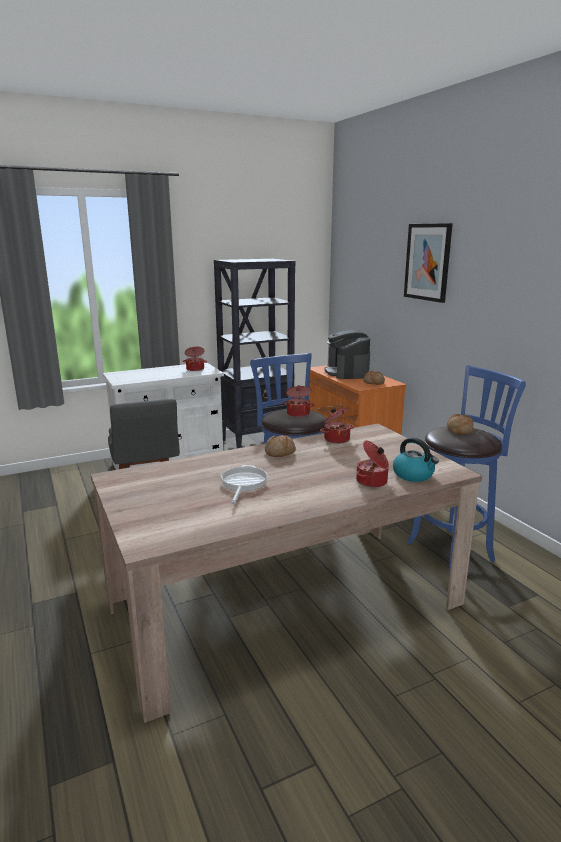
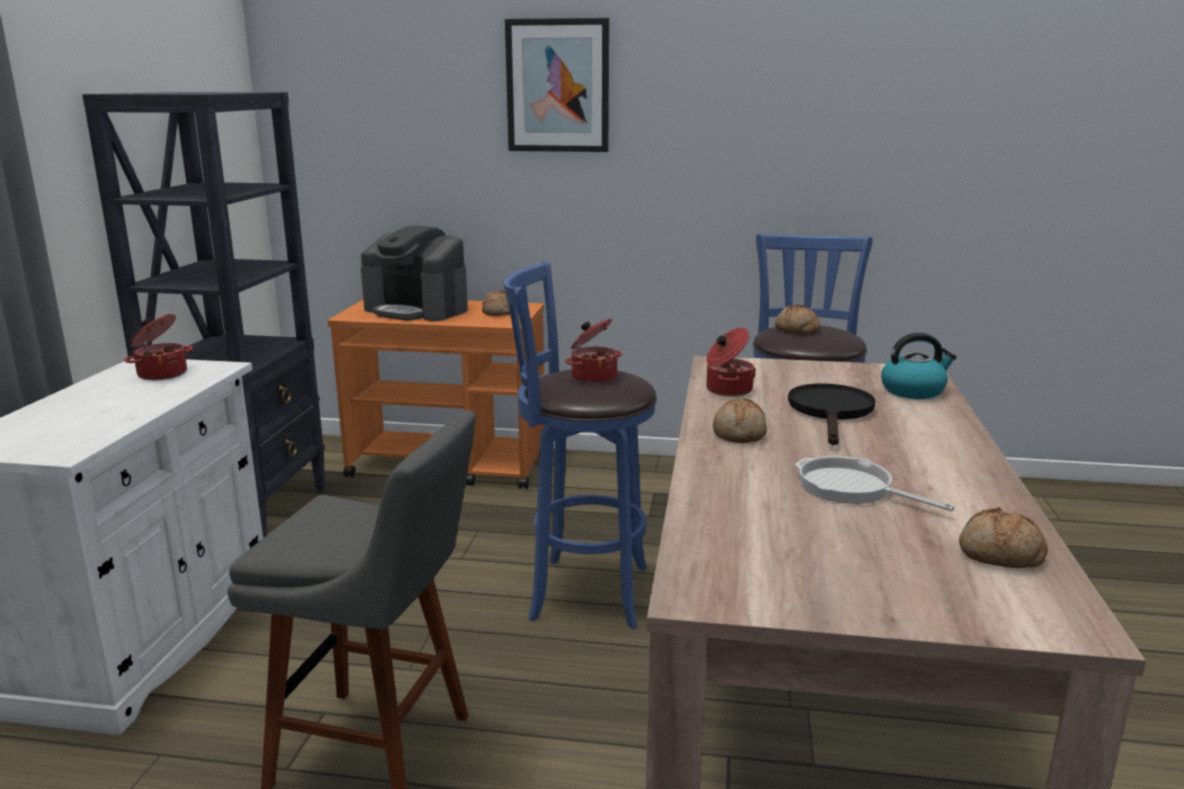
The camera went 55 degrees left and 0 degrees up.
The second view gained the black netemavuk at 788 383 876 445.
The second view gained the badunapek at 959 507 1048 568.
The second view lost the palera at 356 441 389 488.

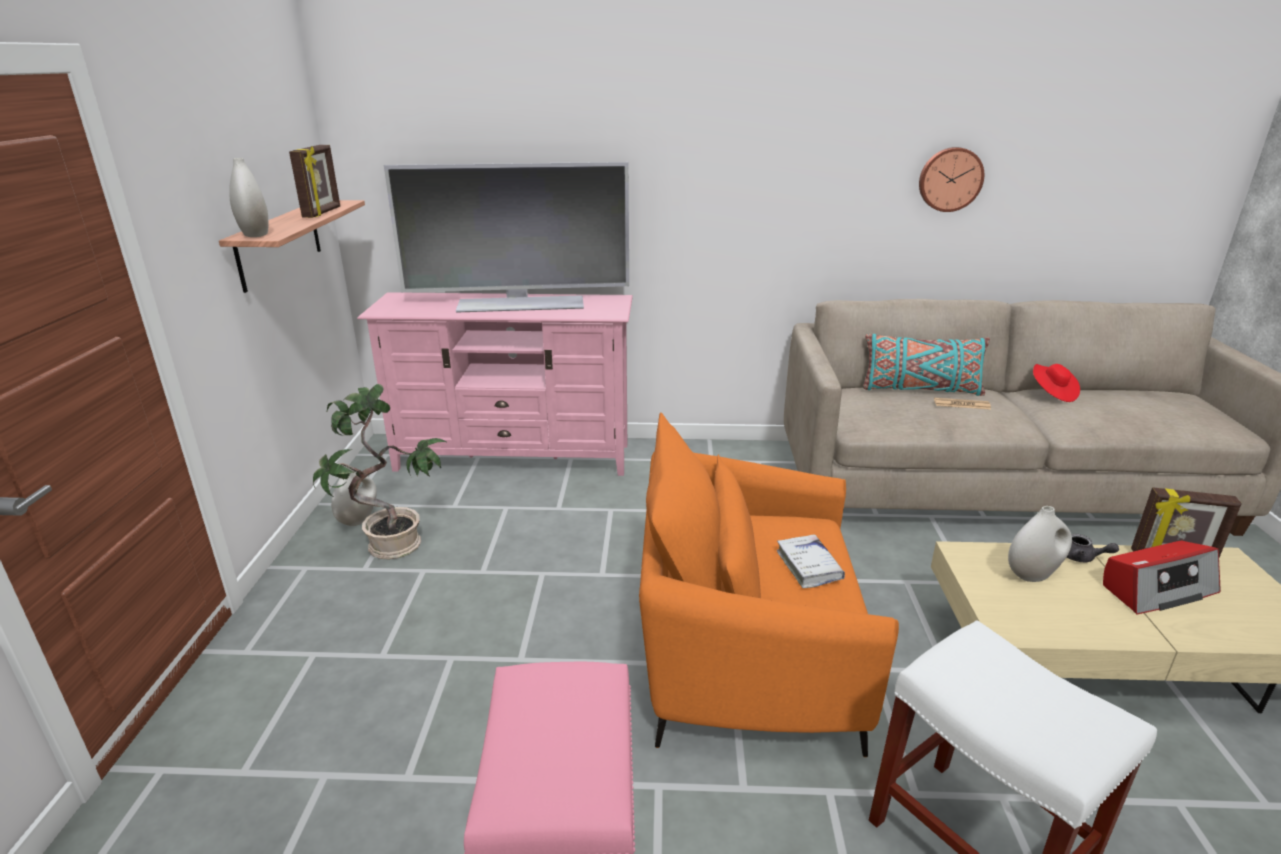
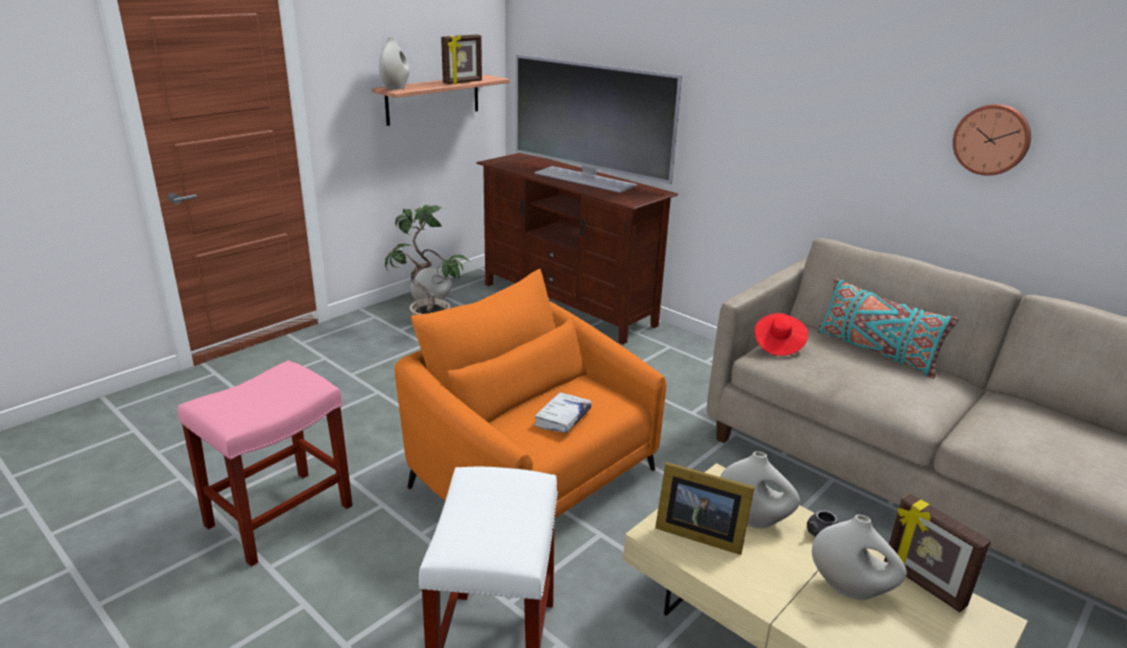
The camera went 40 degrees right and 0 degrees up.
What was the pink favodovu at 357 292 633 476 turned into the brown favodovu at 476 153 679 344.
The second view gained the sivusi at 655 462 755 555.
The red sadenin ended up elsewhere, having gone from 1033 364 1080 402 to 754 313 808 356.
Where the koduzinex stood at 1103 540 1221 614, the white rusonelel came to stand at 812 515 907 600.
The second view lost the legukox at 934 398 991 410.

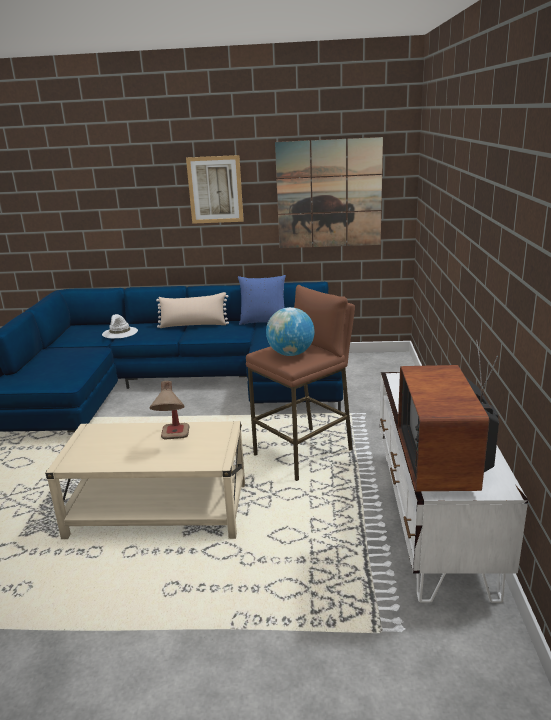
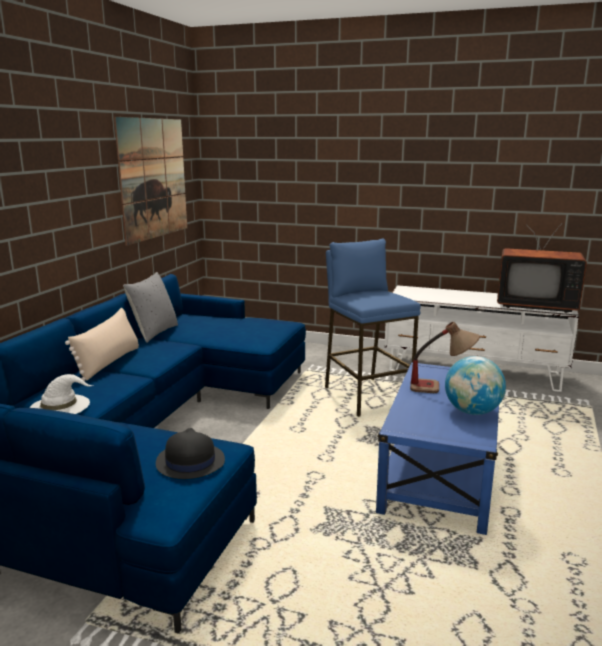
The camera went 75 degrees left and 5 degrees down.
What was the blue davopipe at 238 275 286 325 turned into the grey davopipe at 123 272 178 343.
The second view gained the black sadenin at 156 428 225 479.
What was the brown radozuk at 246 285 355 481 turned into the blue radozuk at 325 238 421 417.
What was the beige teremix at 45 421 245 539 turned into the blue teremix at 376 362 499 535.
The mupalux ended up elsewhere, having gone from 266 307 315 356 to 445 356 506 415.
The second view lost the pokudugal at 186 155 244 224.

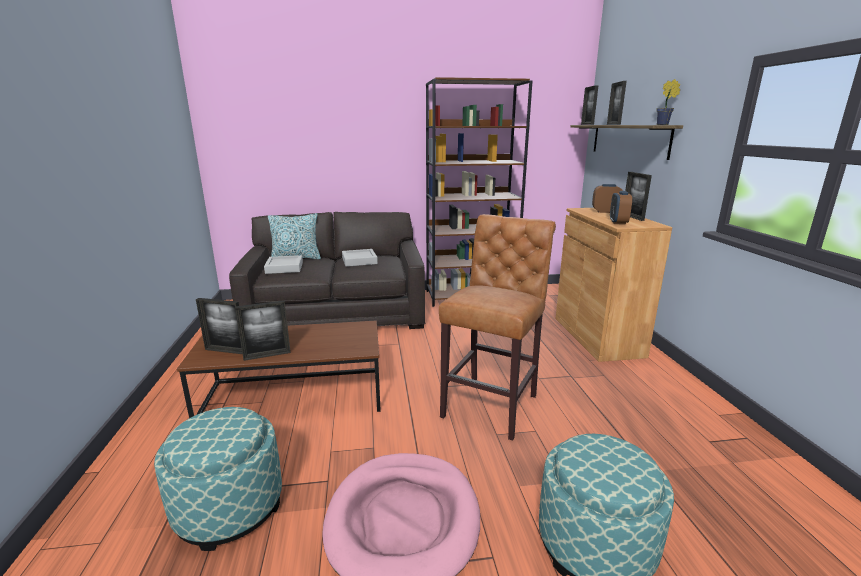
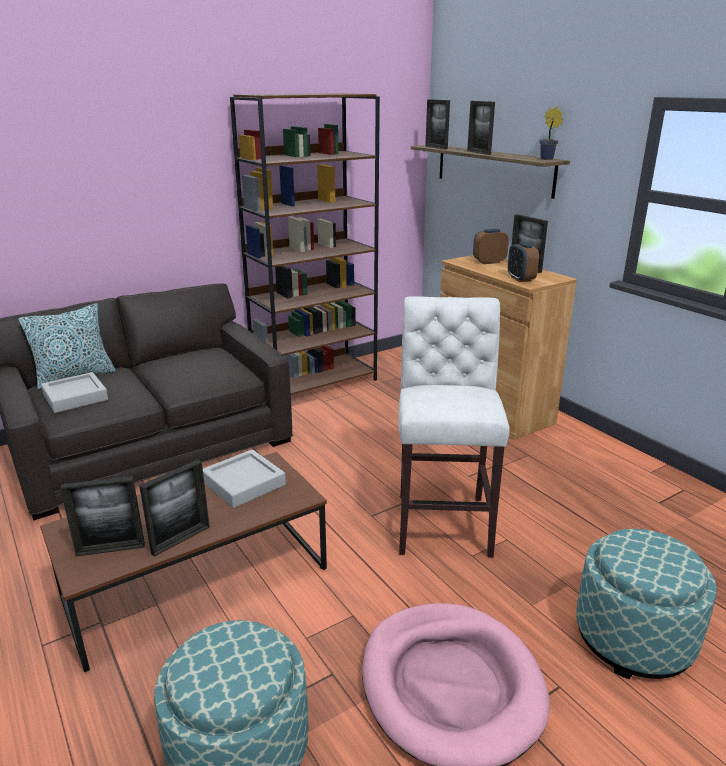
The camera went 25 degrees left and 5 degrees up.
The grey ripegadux ended up elsewhere, having gone from 342 249 378 267 to 203 449 286 508.
What was the brown radozuk at 439 214 556 441 turned into the white radozuk at 398 296 510 558.

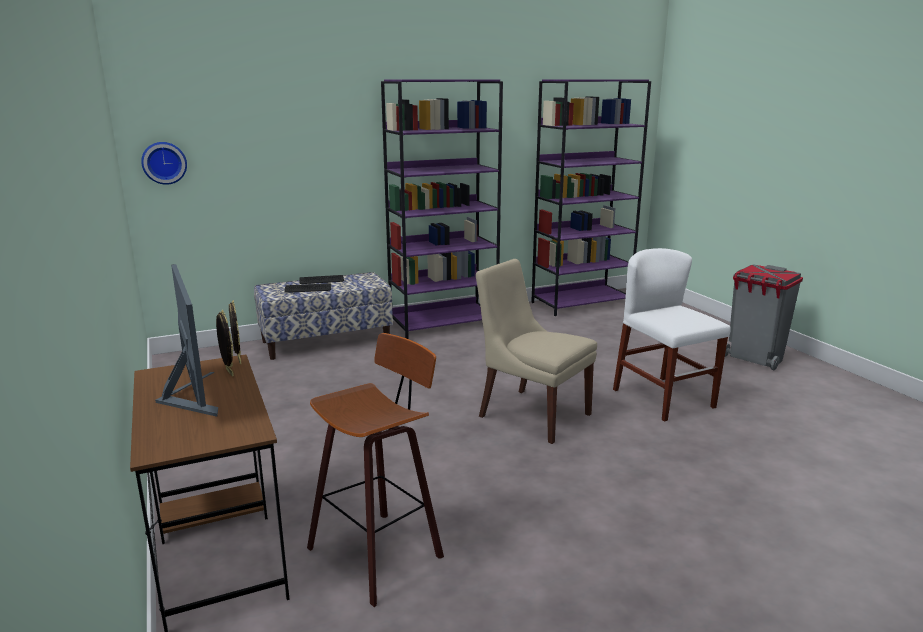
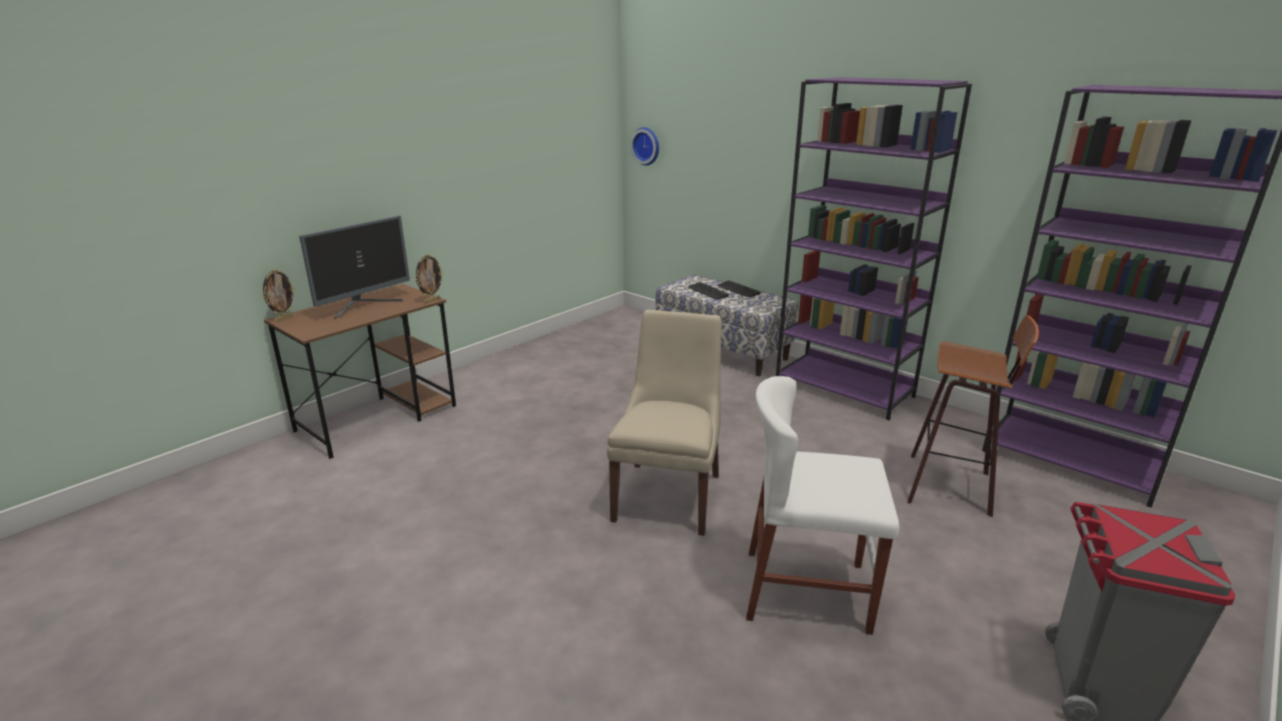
The camera went 65 degrees right and 5 degrees up.
The sivusi ended up elsewhere, having gone from 216 310 234 377 to 263 269 295 322.
The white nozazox at 613 248 731 422 ended up facing another way, 120 degrees counterclockwise from before.
The radozuk ended up elsewhere, having gone from 307 333 444 607 to 908 315 1039 517.

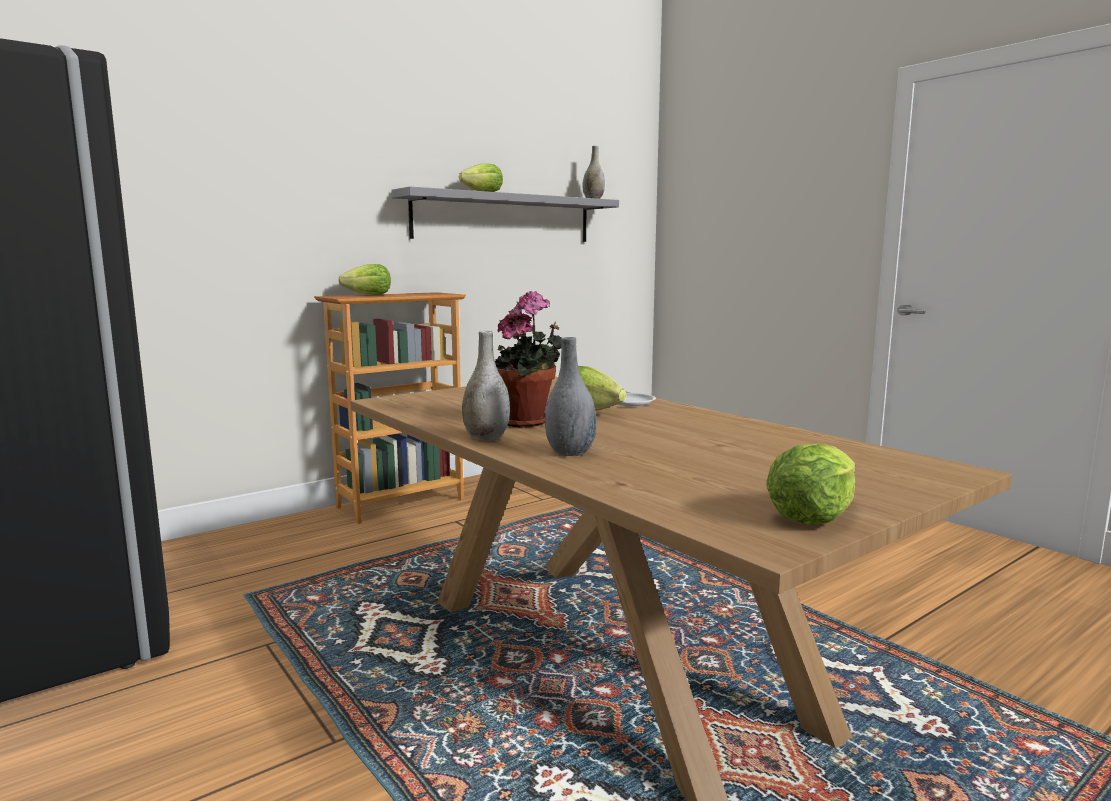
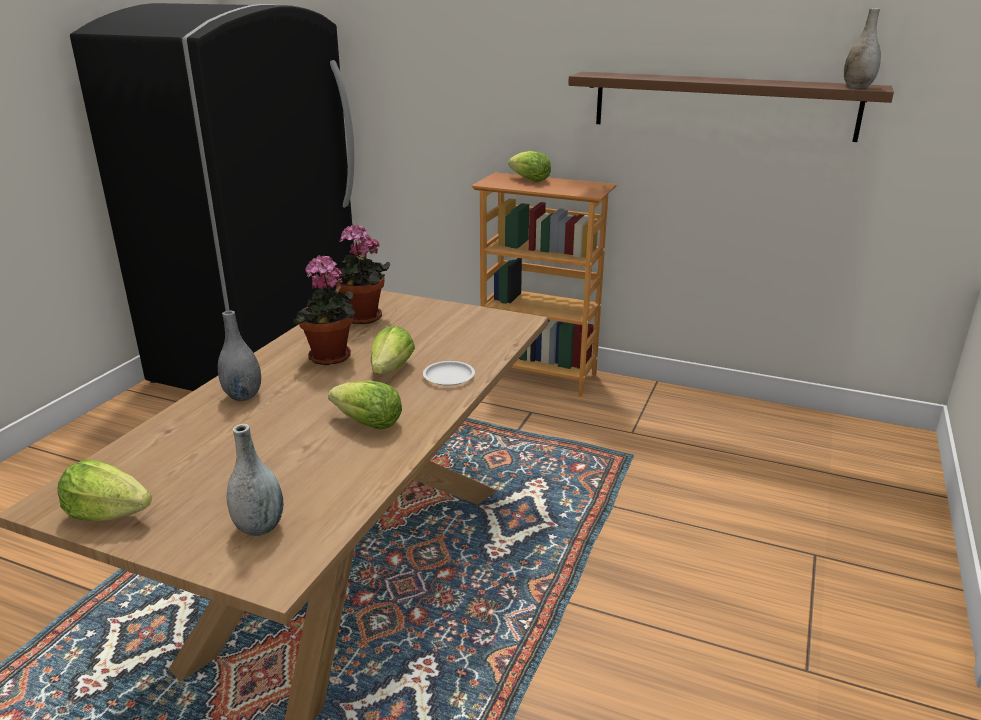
The camera went 60 degrees right and 15 degrees up.
The grey rusonelel ended up elsewhere, having gone from 462 331 510 440 to 226 424 283 536.
The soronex ended up elsewhere, having gone from 459 164 503 192 to 328 380 402 429.
The second view gained the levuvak at 336 225 390 324.
What was the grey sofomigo at 391 187 619 242 turned into the brown sofomigo at 568 72 894 142.

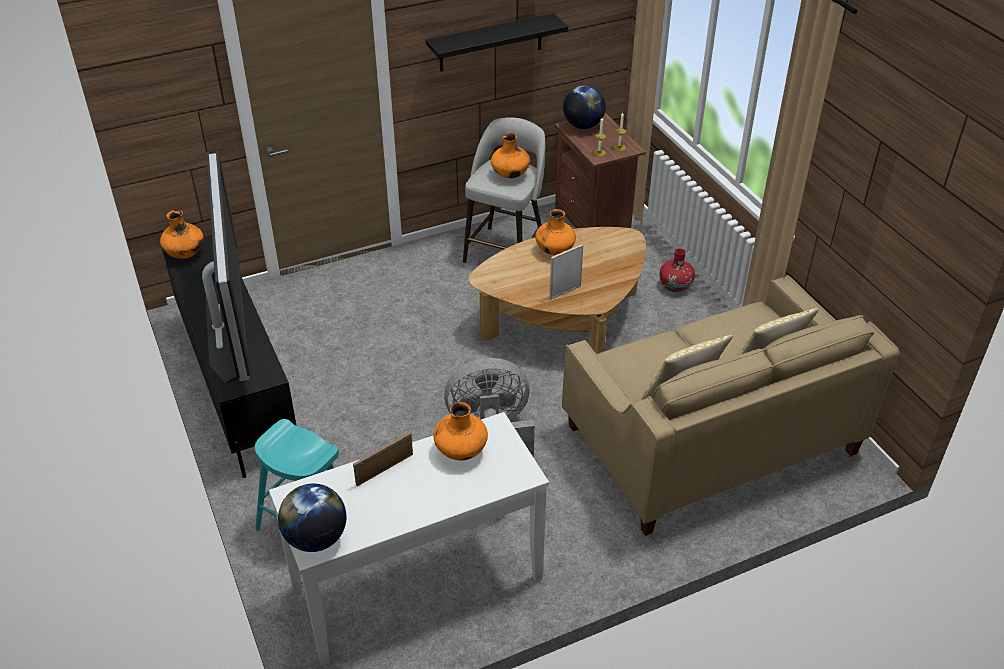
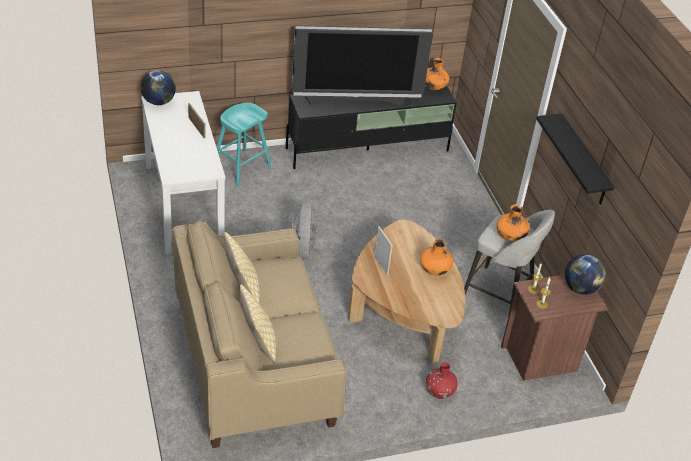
The camera went 95 degrees right and 0 degrees up.
The second view lost the orange rusonelel at 433 402 488 460.

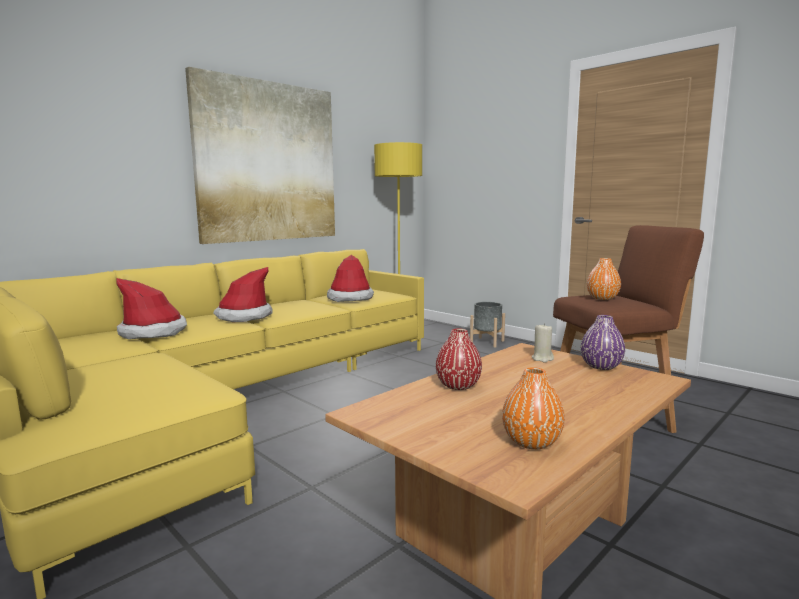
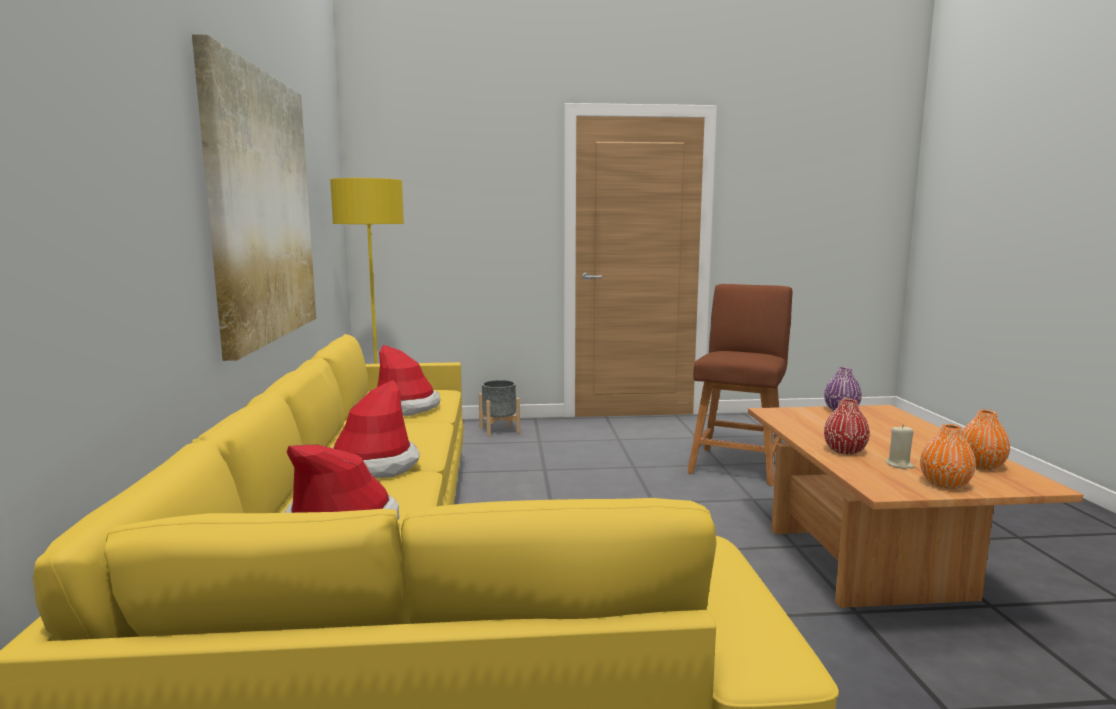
The camera went 50 degrees left and 0 degrees up.
The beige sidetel ended up elsewhere, having gone from 532 323 554 362 to 886 425 914 469.
The orange rusonelel ended up elsewhere, having gone from 587 258 621 300 to 920 424 976 489.

